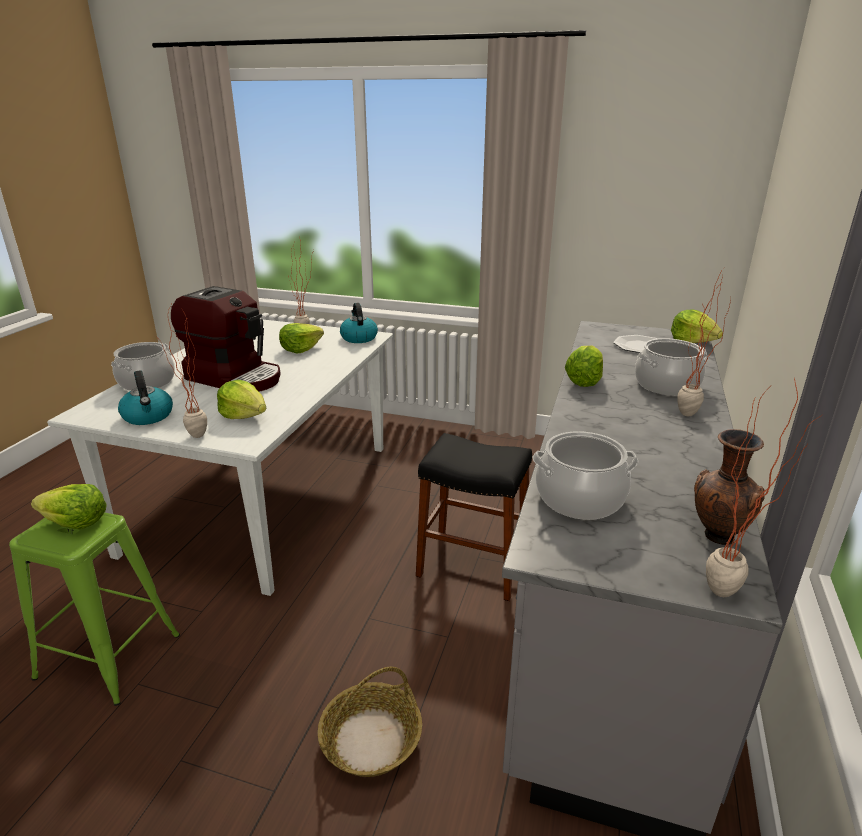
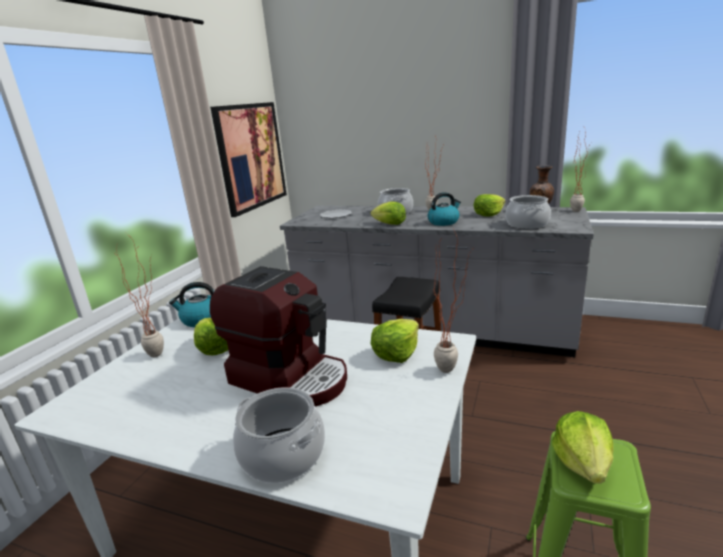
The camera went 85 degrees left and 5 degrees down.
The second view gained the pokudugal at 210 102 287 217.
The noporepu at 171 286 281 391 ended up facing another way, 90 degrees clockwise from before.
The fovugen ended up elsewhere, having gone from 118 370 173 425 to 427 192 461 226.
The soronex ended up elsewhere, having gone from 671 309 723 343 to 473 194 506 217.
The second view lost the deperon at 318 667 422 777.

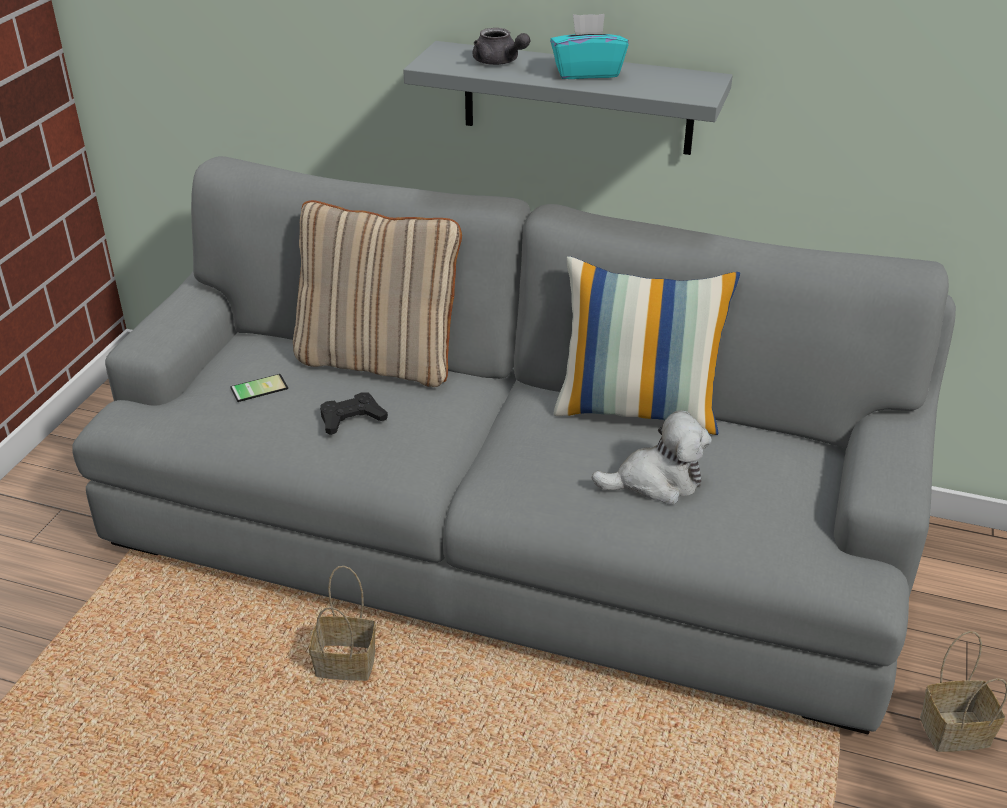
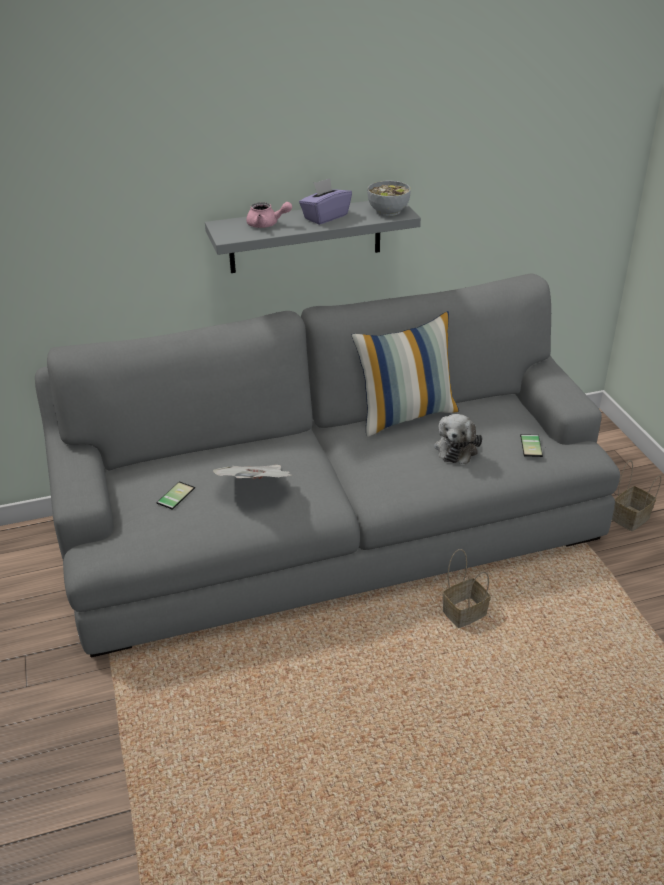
The camera went 35 degrees left and 0 degrees up.
Where the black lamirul stood at 320 392 388 435, the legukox came to stand at 213 465 292 479.
What was the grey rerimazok at 473 28 530 65 turned into the pink rerimazok at 246 202 292 228.
What was the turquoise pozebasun at 550 14 629 79 turned into the purple pozebasun at 299 178 352 225.
The second view gained the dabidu at 367 181 411 216.
The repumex at 592 410 712 505 ended up facing another way, 150 degrees clockwise from before.
The deperon ended up elsewhere, having gone from 309 566 376 681 to 442 549 491 628.
The second view gained the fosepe at 520 434 543 457.
The second view lost the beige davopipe at 293 200 462 387.

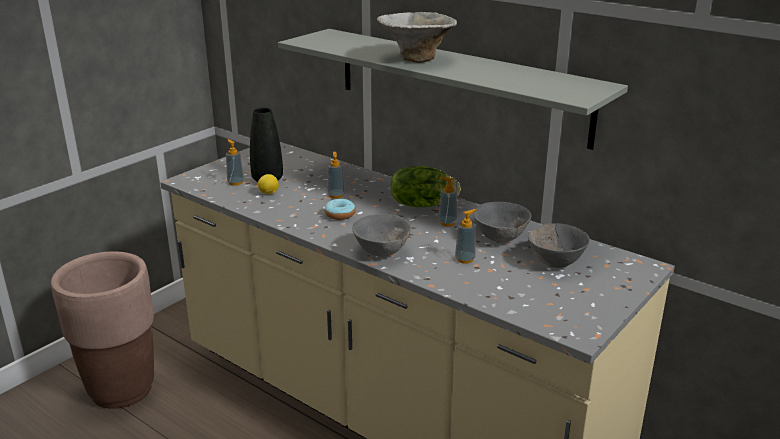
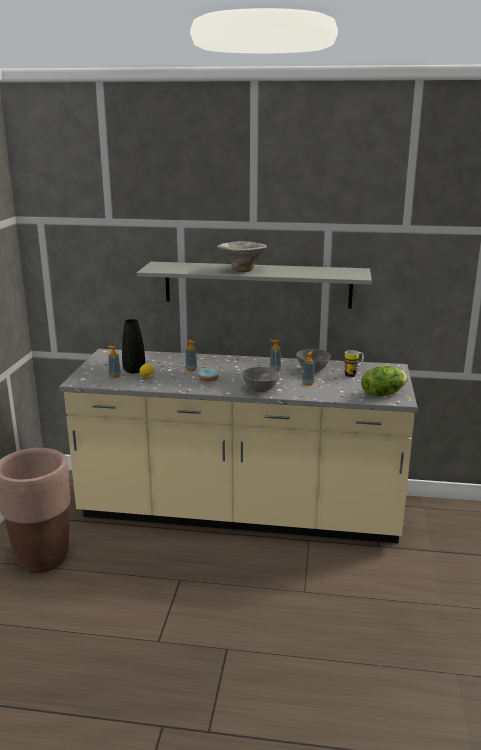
The camera went 30 degrees left and 5 degrees down.
Where the grey dabidu stood at 528 223 590 268, the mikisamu came to stand at 344 350 364 377.
The soronex ended up elsewhere, having gone from 391 166 461 207 to 361 366 408 396.

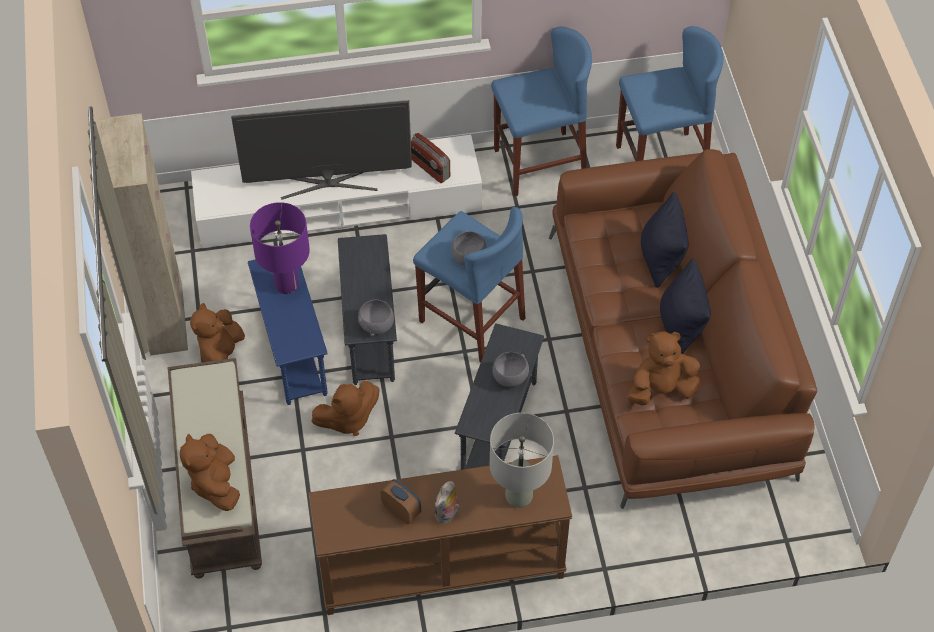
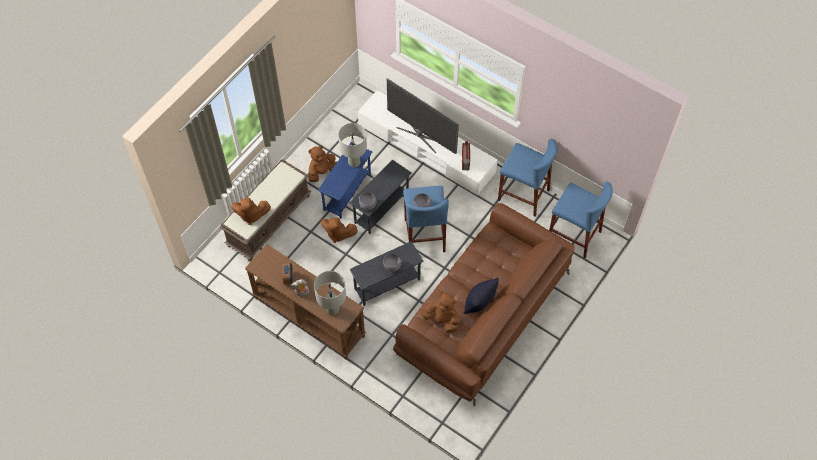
The camera went 45 degrees right and 5 degrees up.
The brown repumex at 180 434 240 511 ended up facing another way, 120 degrees counterclockwise from before.
What was the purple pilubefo at 250 202 310 294 turned into the grey pilubefo at 338 123 367 167.
The second view lost the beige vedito at 100 113 188 356.
The second view lost the black davopipe at 641 192 689 288.

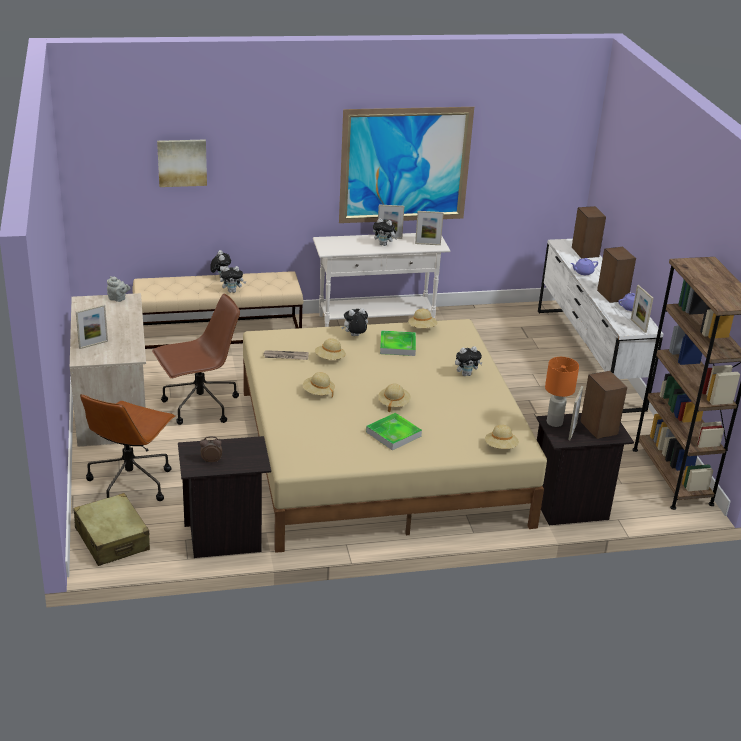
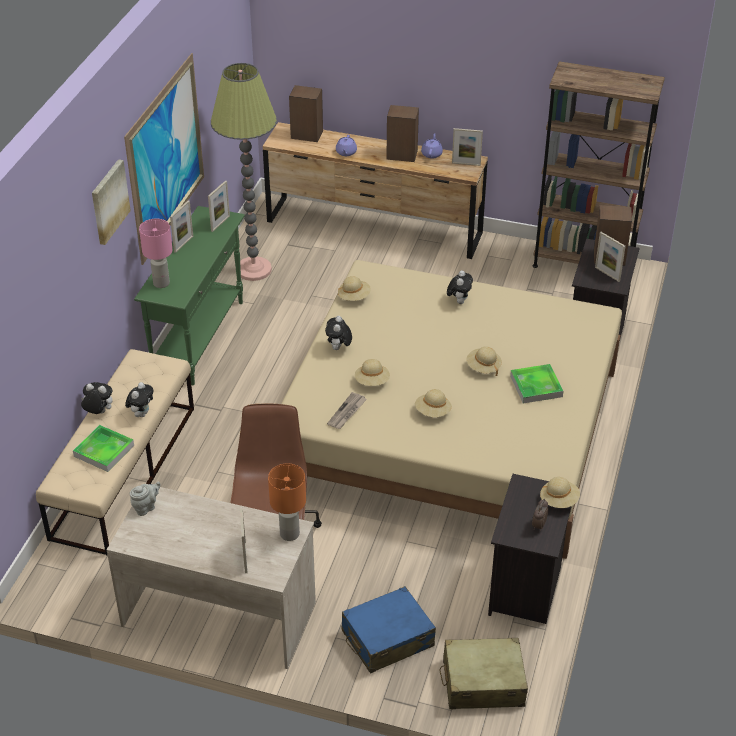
The camera went 60 degrees left and 10 degrees up.
The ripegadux ended up elsewhere, having gone from 380 330 416 356 to 73 425 134 472.
The pokudugal ended up elsewhere, having gone from 157 139 207 187 to 92 159 131 245.
What was the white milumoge at 313 233 450 327 turned into the green milumoge at 134 206 245 385.
The second view gained the pink pilubefo at 139 219 173 288.
The second view gained the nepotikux at 211 63 277 281.
What was the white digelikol at 538 239 663 413 turned into the brown digelikol at 263 122 488 259.
The orange pilubefo ended up elsewhere, having gone from 545 357 579 427 to 268 464 306 541.
Where the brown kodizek stood at 80 394 176 501, the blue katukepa came to stand at 342 586 436 673.
The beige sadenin ended up elsewhere, having gone from 485 425 519 449 to 540 477 580 508.
The second view lost the repumex at 373 218 397 246.

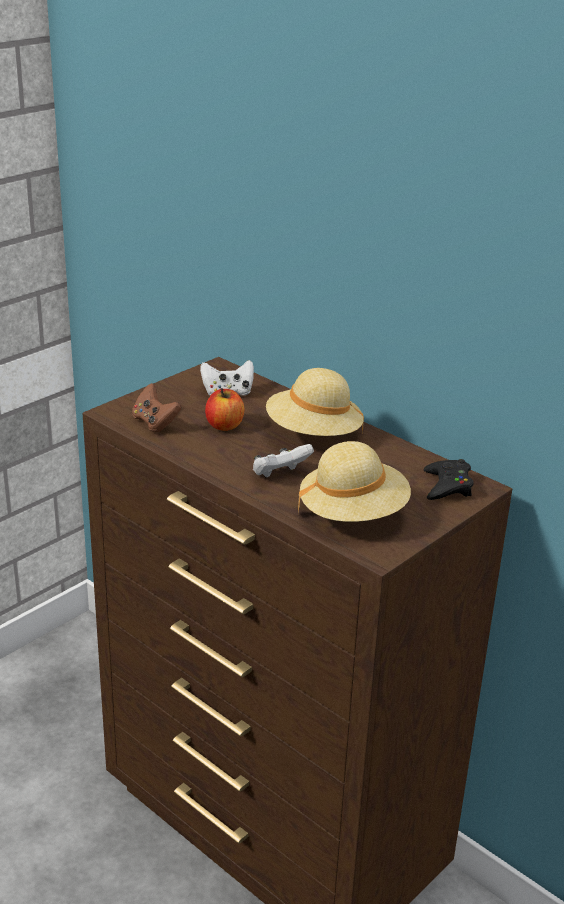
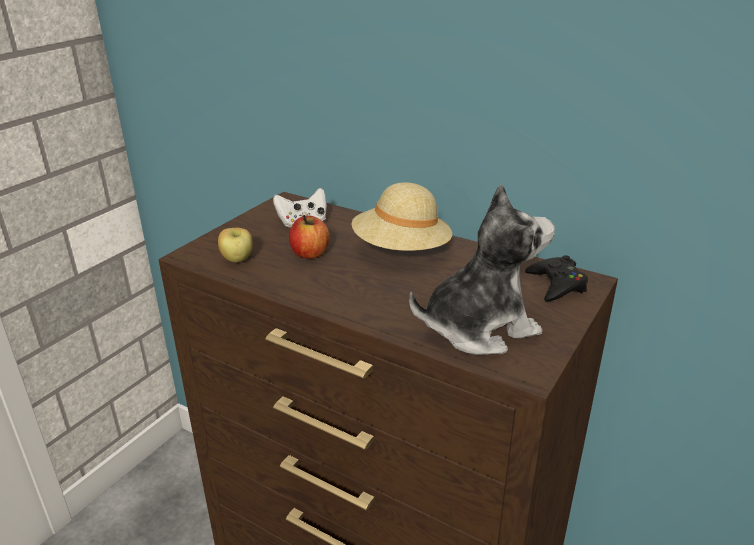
The camera went 10 degrees left and 0 degrees up.
Where the brown lamirul stood at 132 383 181 432, the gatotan came to stand at 218 228 253 262.
Where the beige sadenin stood at 298 441 411 522, the repumex came to stand at 409 184 555 355.
The second view lost the white lamirul at 253 444 314 478.

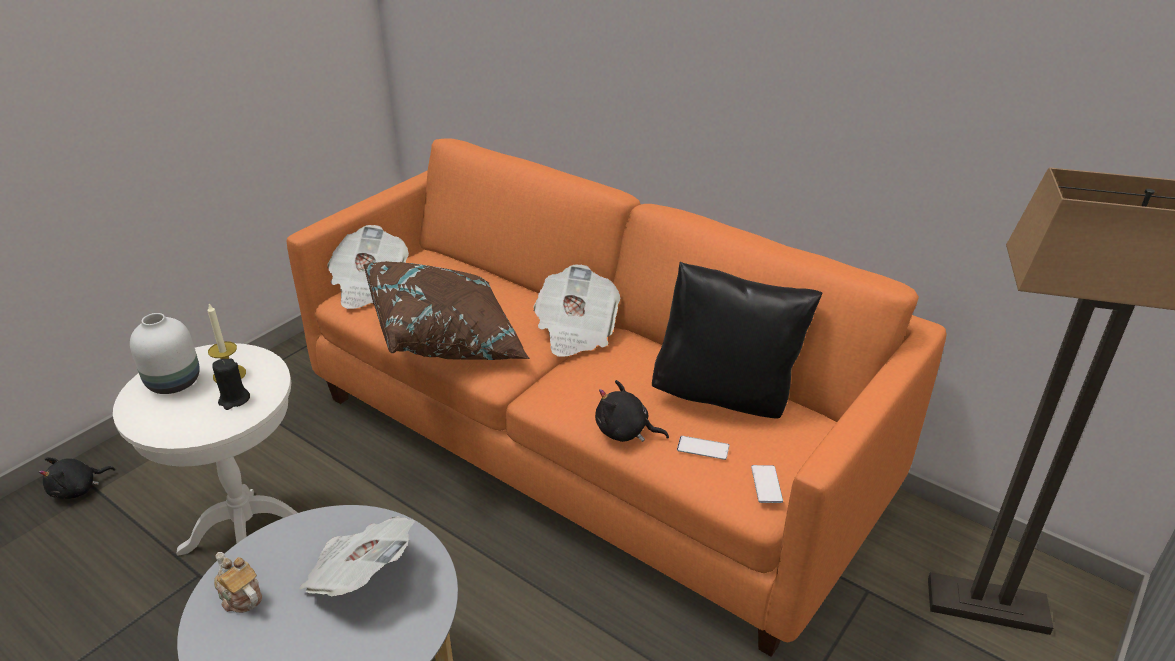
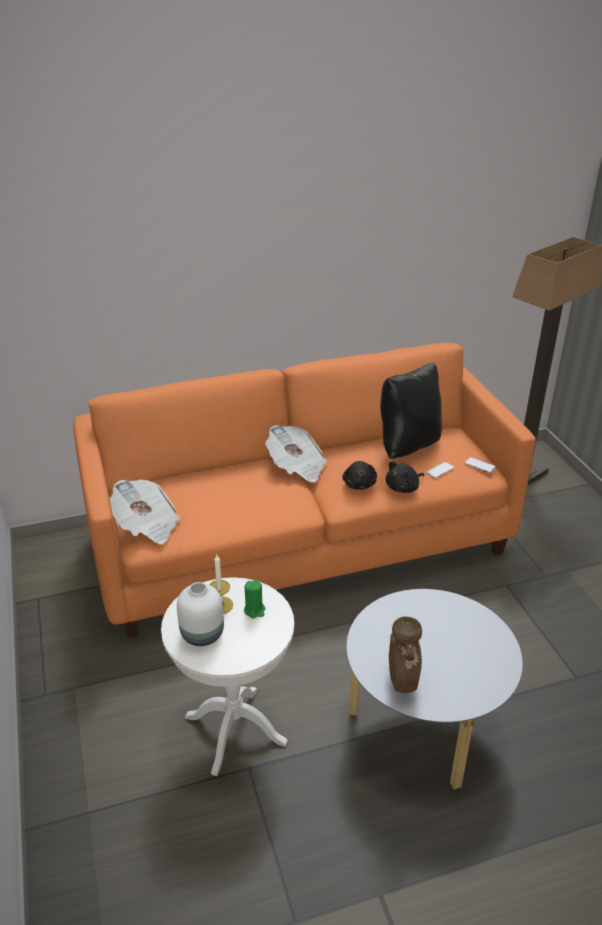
The camera went 55 degrees left and 0 degrees up.
What was the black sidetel at 212 359 250 410 turned into the green sidetel at 244 580 265 618.
The black repumex ended up elsewhere, having gone from 39 457 115 499 to 342 461 377 490.
Where the rerimazok stood at 214 552 262 613, the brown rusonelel came to stand at 389 616 422 693.
The second view lost the legukox at 299 516 415 596.
The second view lost the brown davopipe at 363 261 530 360.

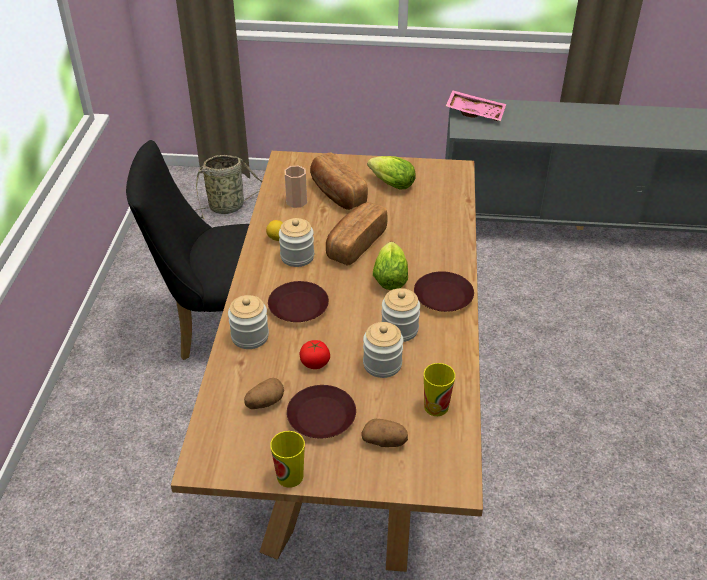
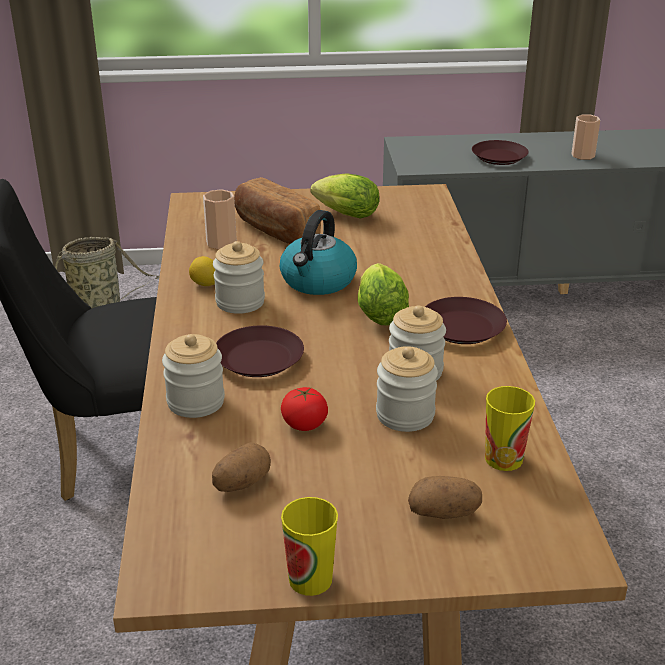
The camera went 10 degrees left and 10 degrees down.
Where the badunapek stood at 326 202 388 266, the fovugen came to stand at 280 210 357 295.
The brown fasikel ended up elsewhere, having gone from 287 385 356 438 to 472 140 528 165.
The second view gained the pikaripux at 571 115 600 160.
The second view lost the pink ripegadux at 446 90 506 121.

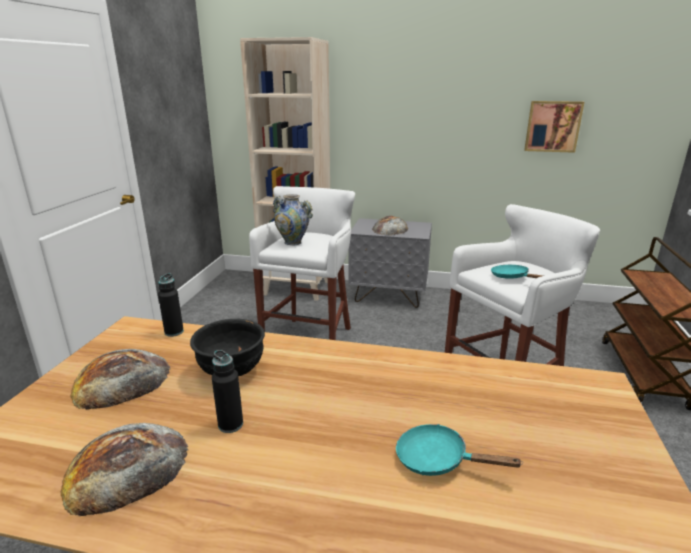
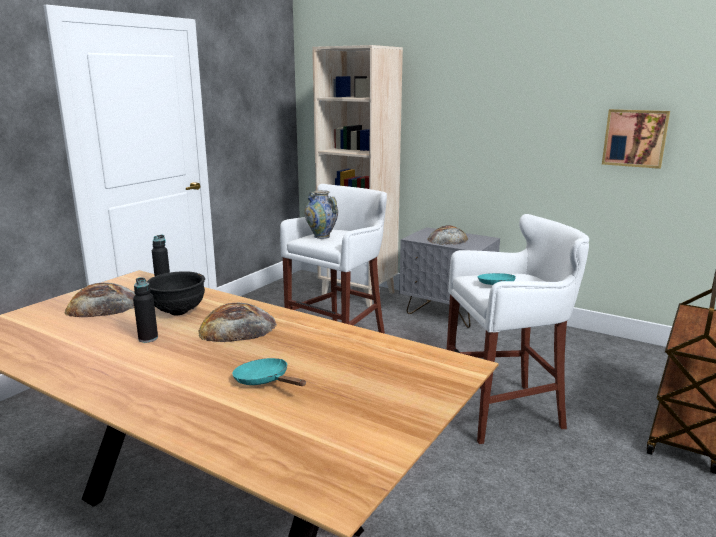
The camera went 20 degrees right and 5 degrees down.
The badunapek ended up elsewhere, having gone from 61 423 188 516 to 199 303 276 342.

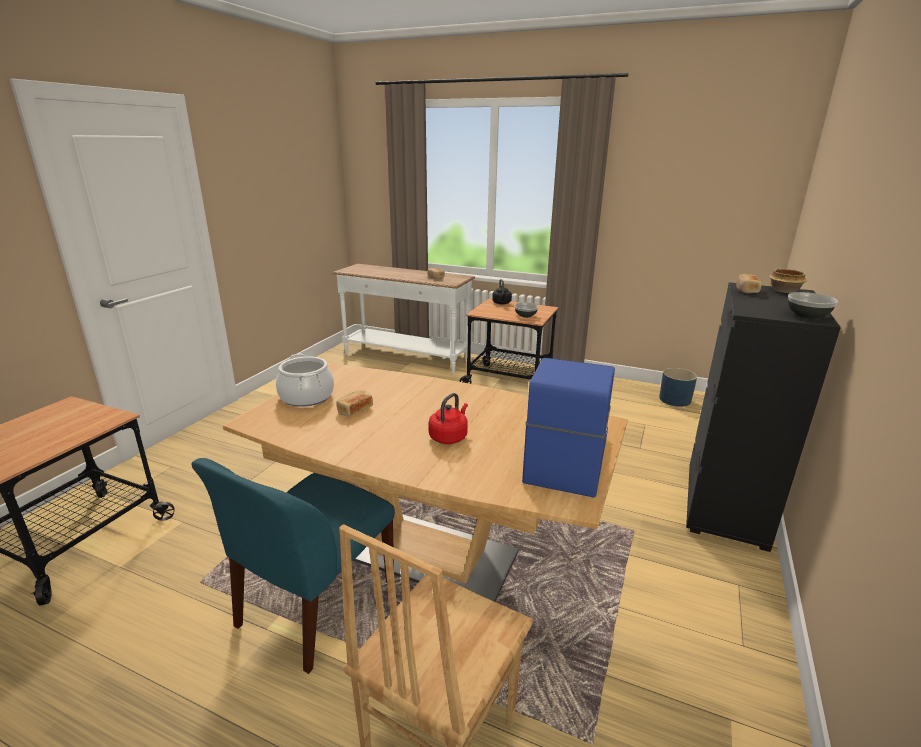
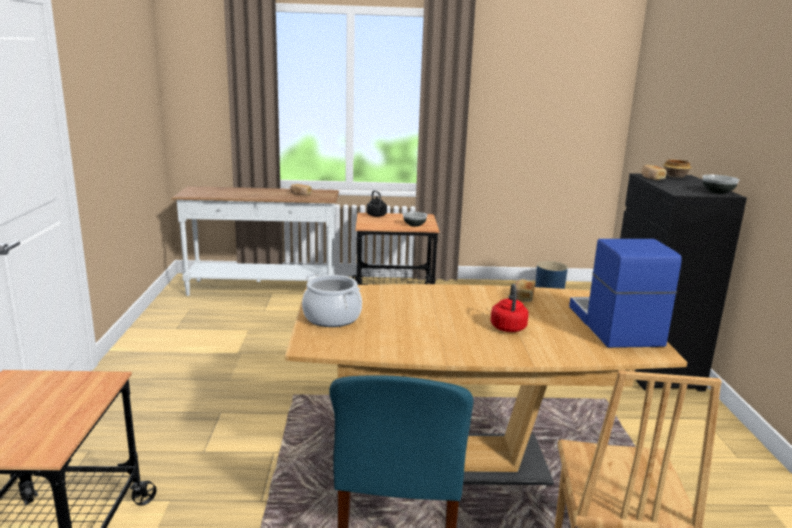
The camera went 25 degrees left and 5 degrees down.
The badunapek ended up elsewhere, having gone from 336 390 373 416 to 515 279 535 302.

